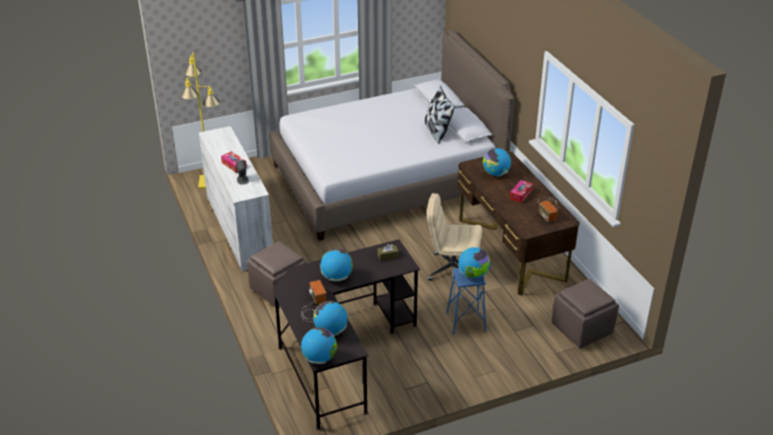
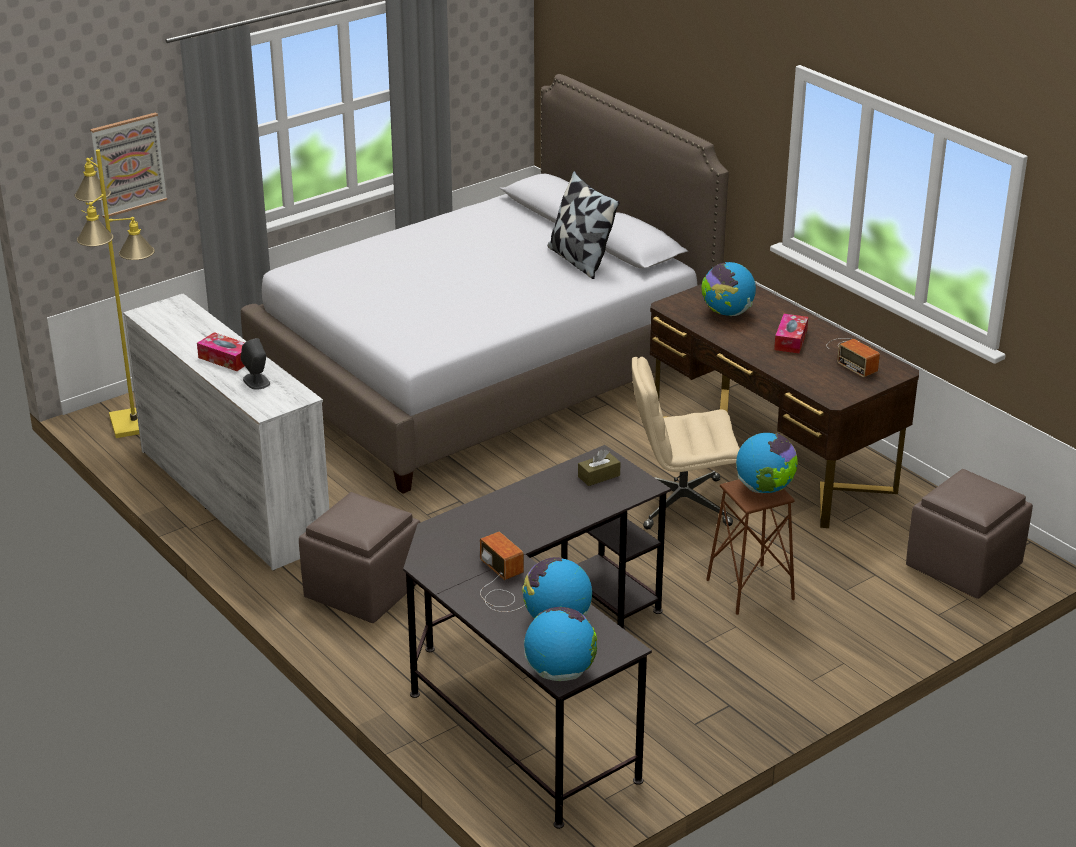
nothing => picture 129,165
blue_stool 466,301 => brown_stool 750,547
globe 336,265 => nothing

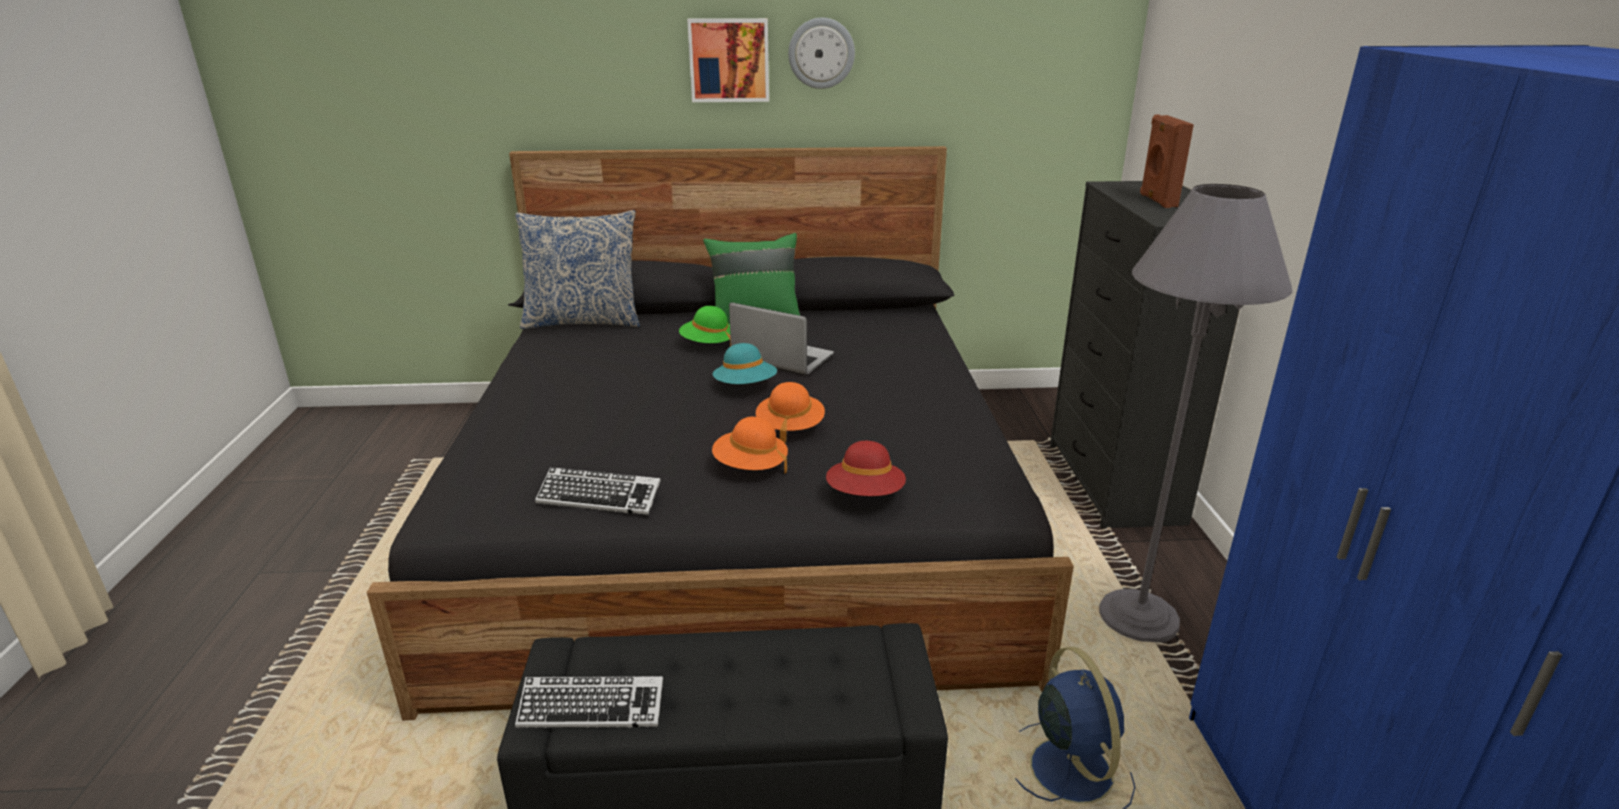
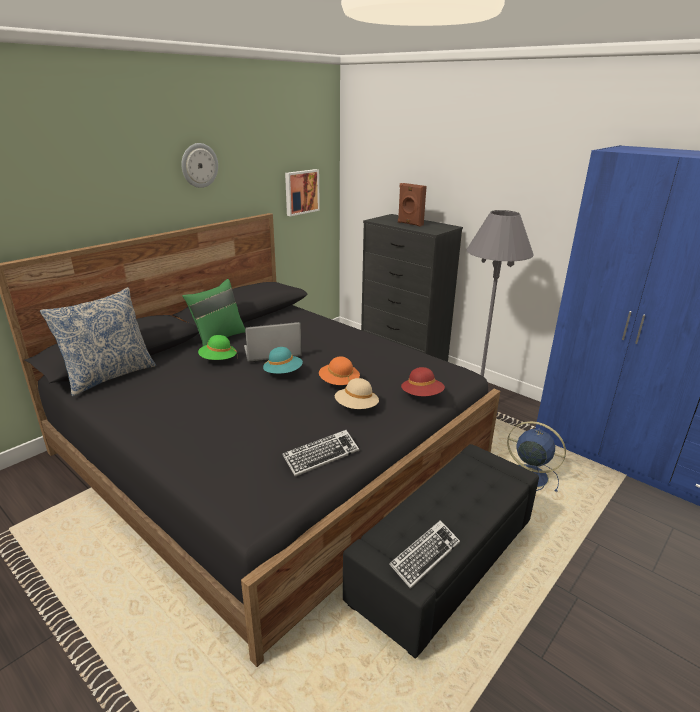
picture 728,60 => picture 302,192, relocated
orange_hat 750,445 => beige_hat 357,393

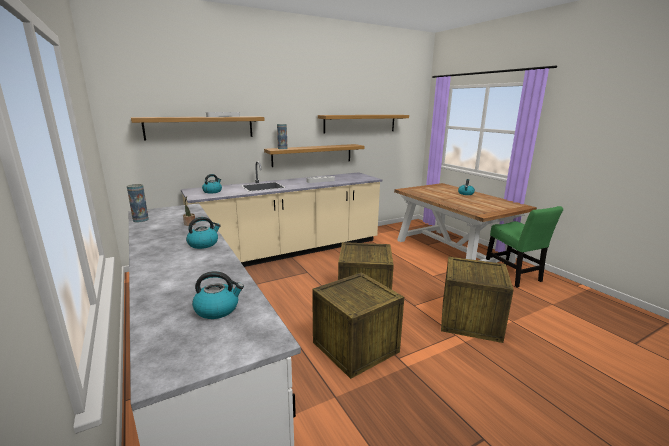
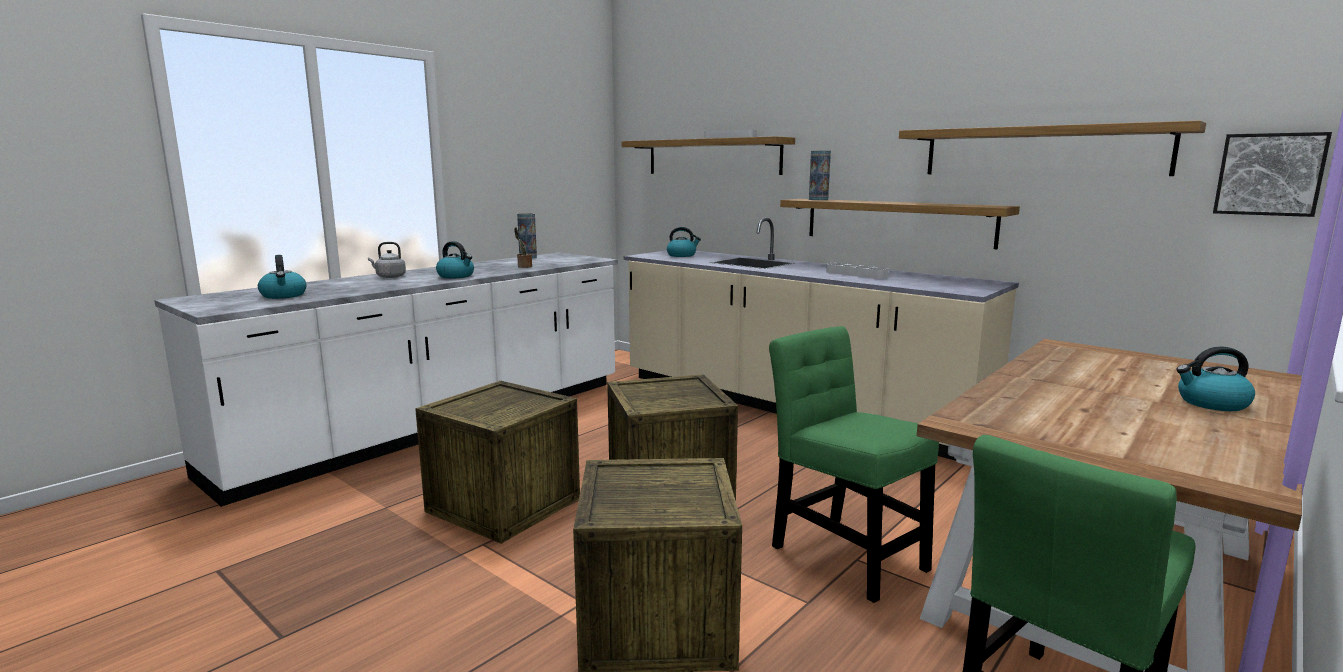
nothing => grey_kettle 387,260
nothing => green_chair 854,464
nothing => picture 1272,174

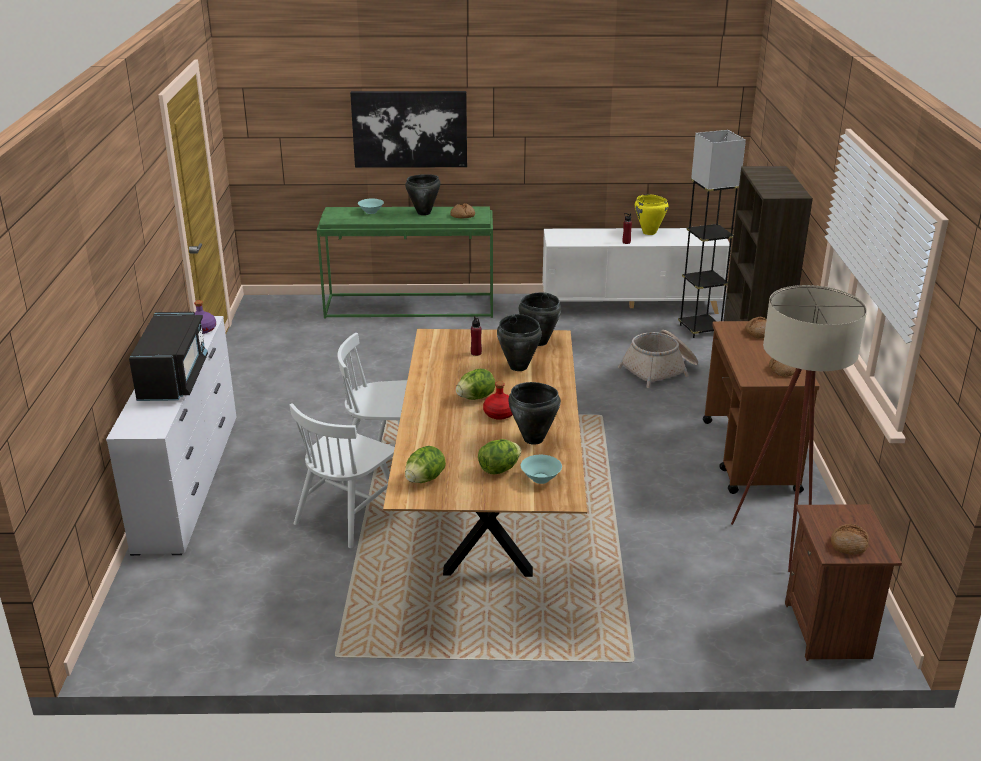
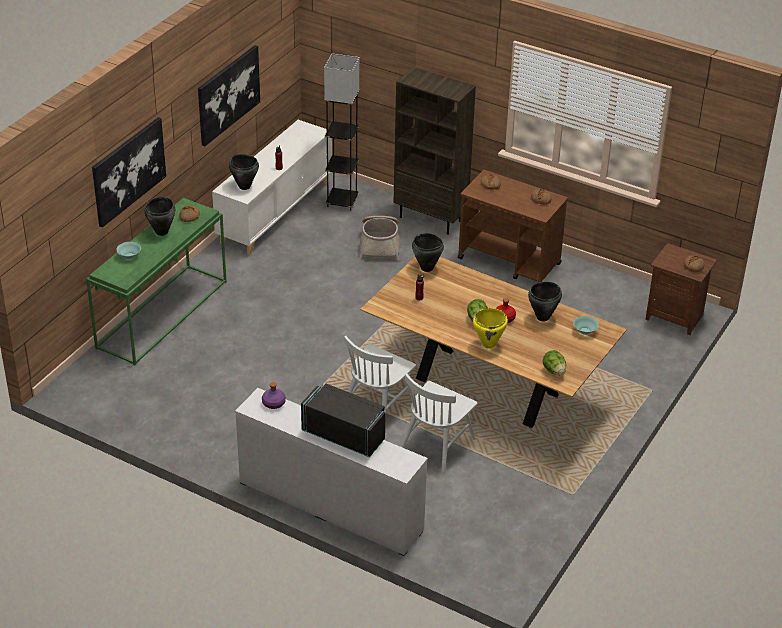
nothing => picture 229,95
black_cooking_pot 519,342 => black_cooking_pot 244,172, relocated
white_chair 342,475 => white_chair 439,423, 60 degrees clockwise
yellow_cooking_pot 651,214 => yellow_cooking_pot 490,328, relocated
lettuce 499,456 => nothing
beige_floor_lamp 799,428 => nothing

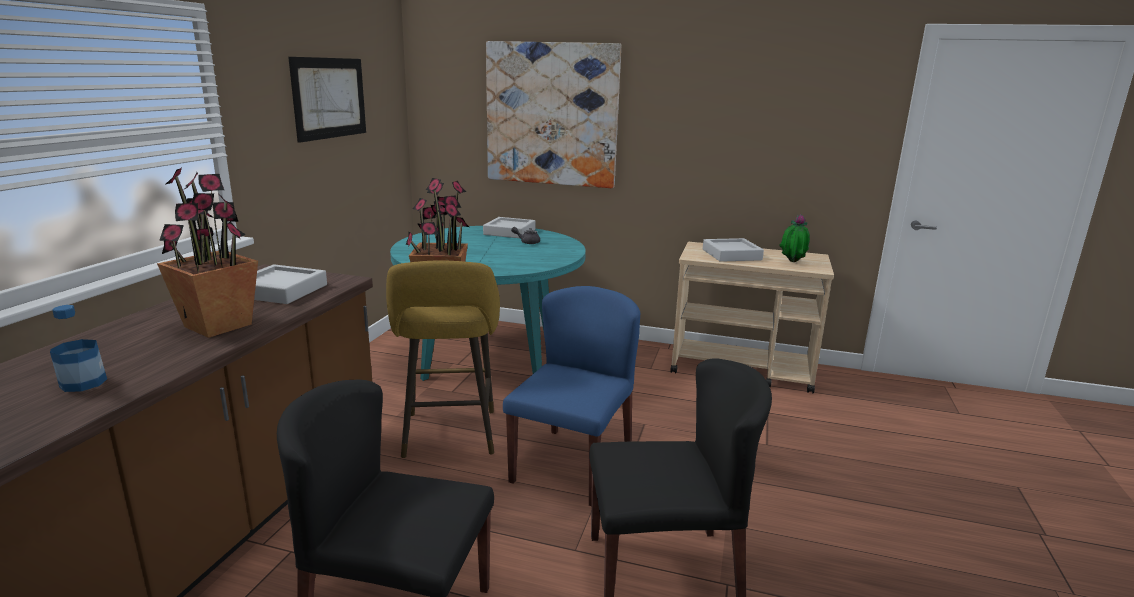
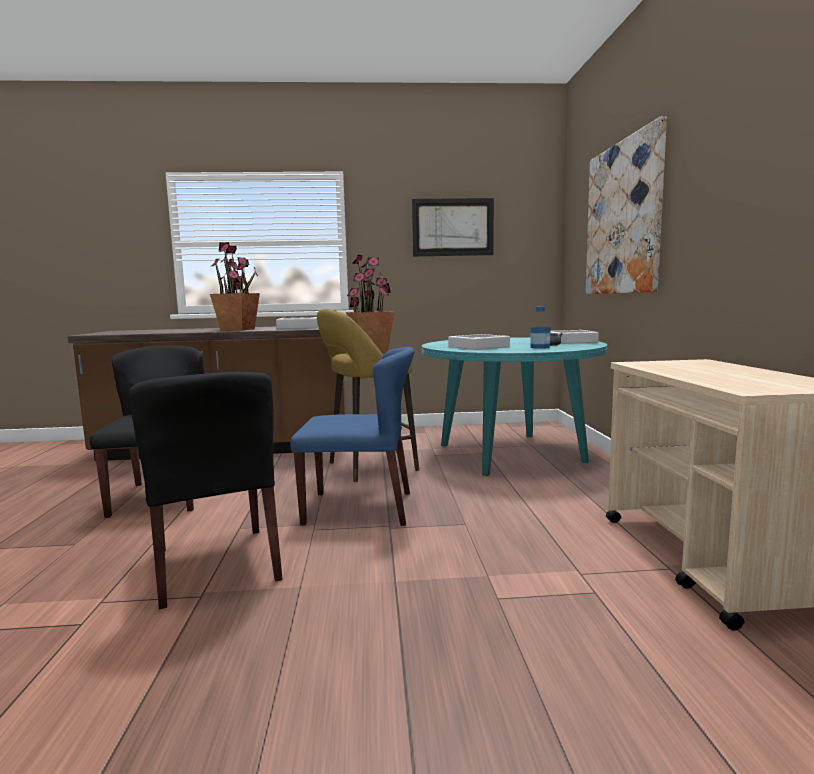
grey_tray 733,250 => grey_tray 479,342, relocated
bottle 78,348 => bottle 540,327, relocated
potted_plant 794,238 => nothing

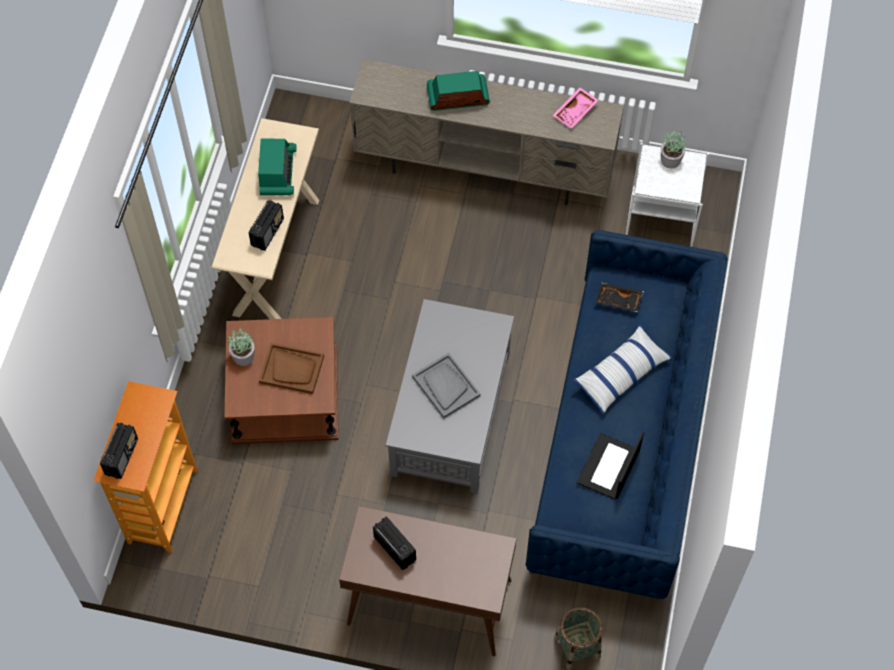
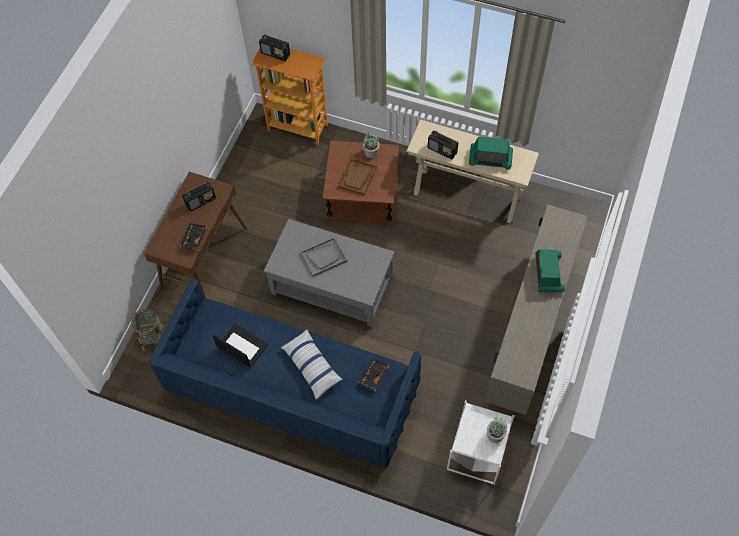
nothing => black_tray 193,236
pink_tray 575,108 => nothing

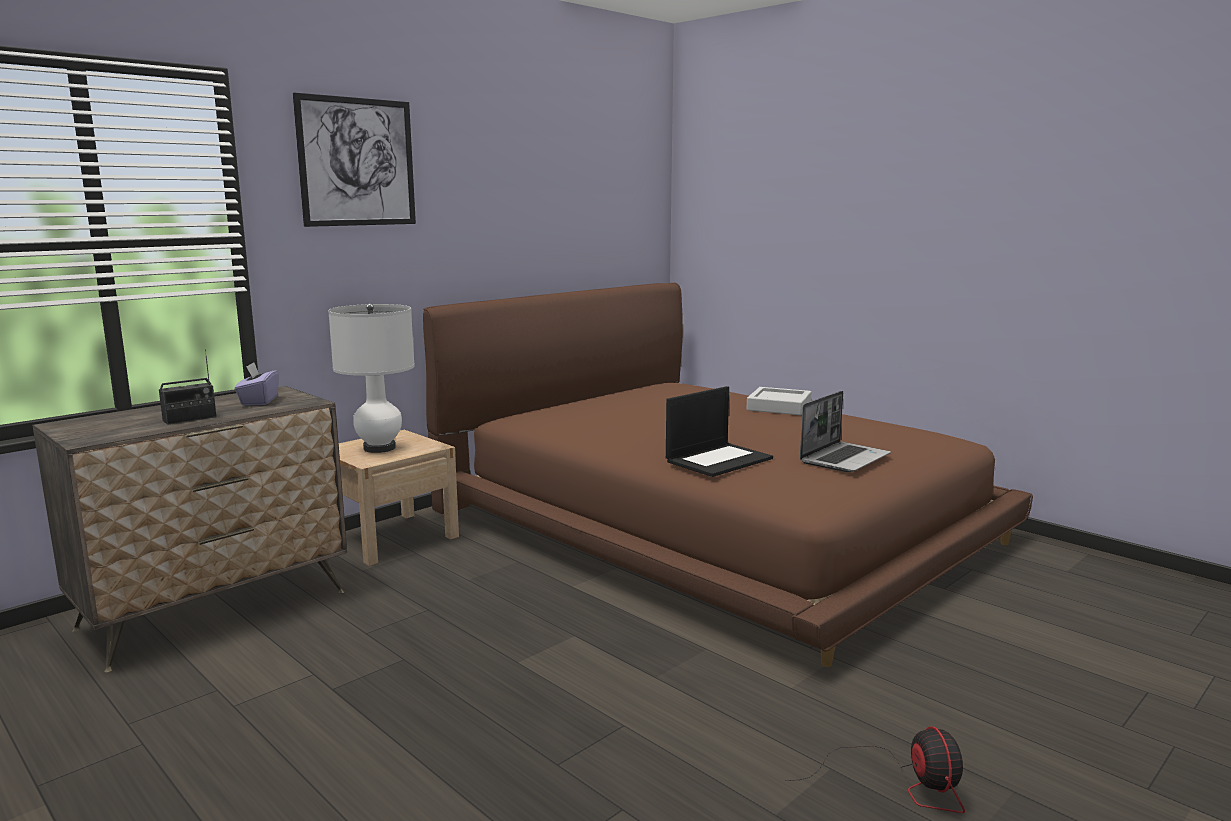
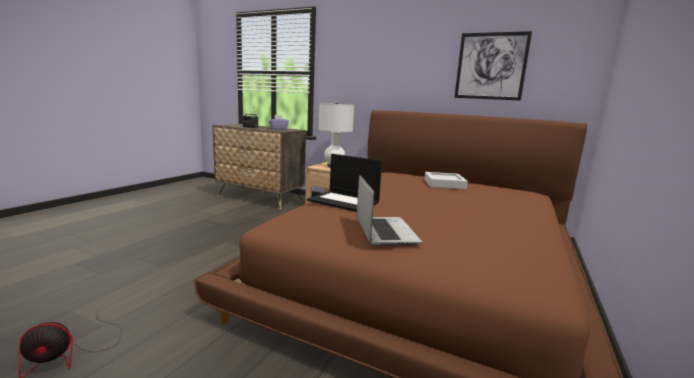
laptop 845,431 => laptop 389,210, 120 degrees counterclockwise
grey_tray 779,401 => grey_tray 446,180, relocated
picture 354,159 => picture 493,66, relocated

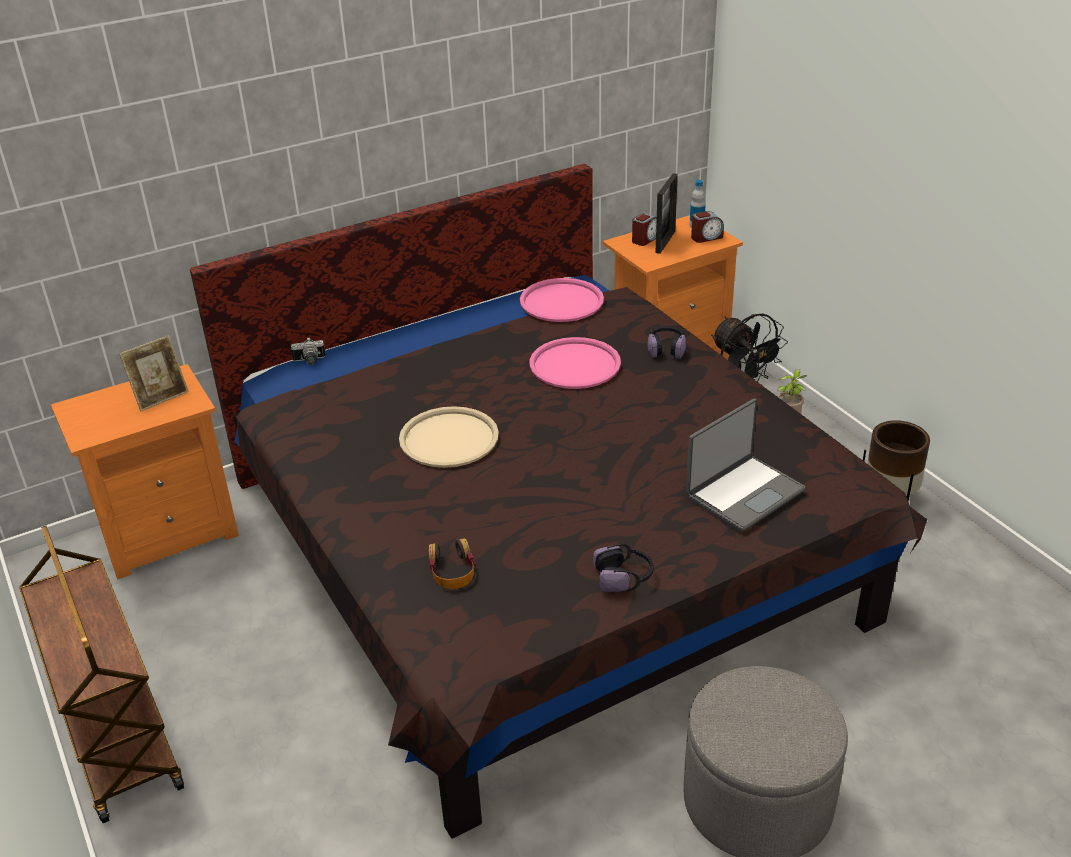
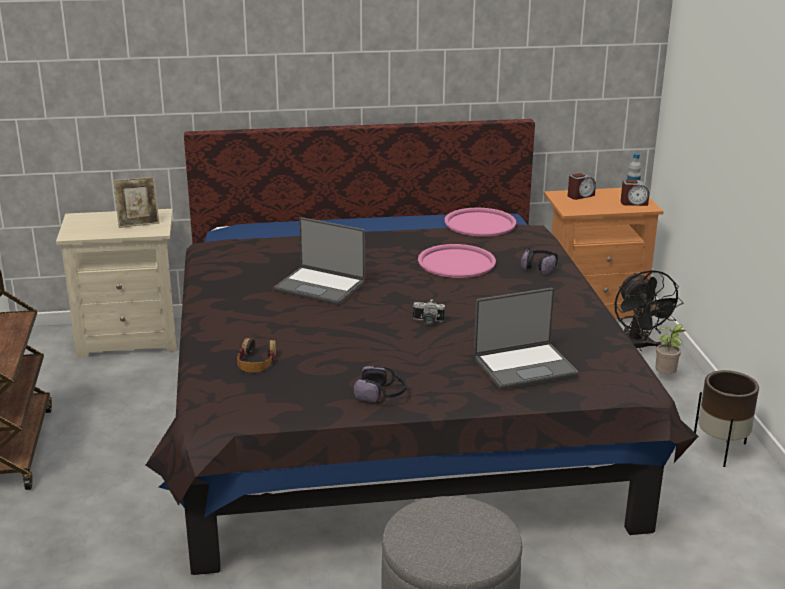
orange_nightstand 145,472 => beige_nightstand 116,283
beige_tray 449,437 => laptop 319,261
photo_camera 308,351 => photo_camera 429,312, relocated
picture_frame 666,213 => nothing

